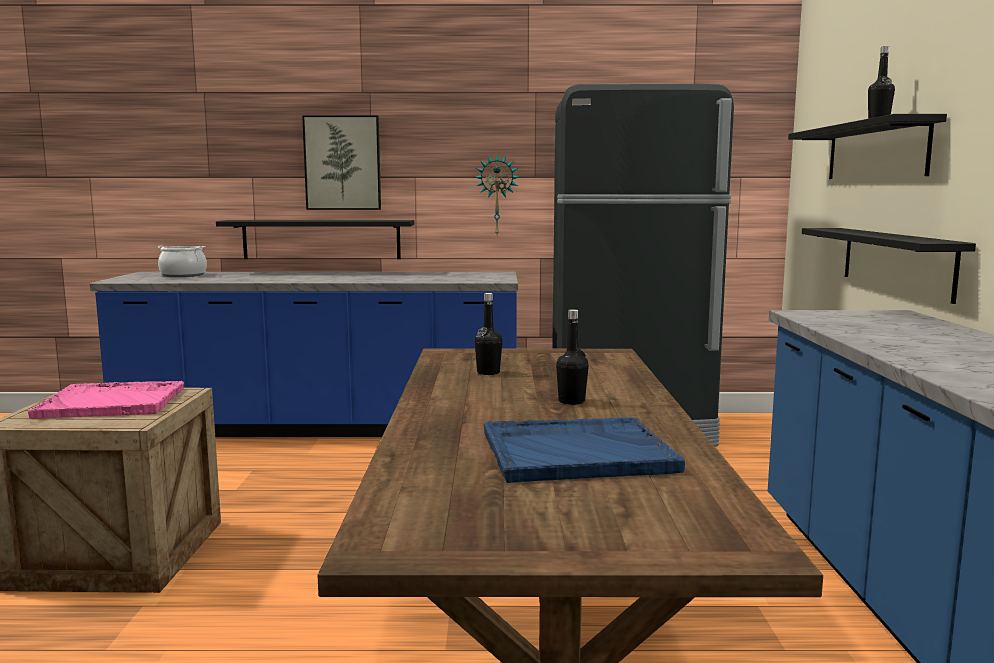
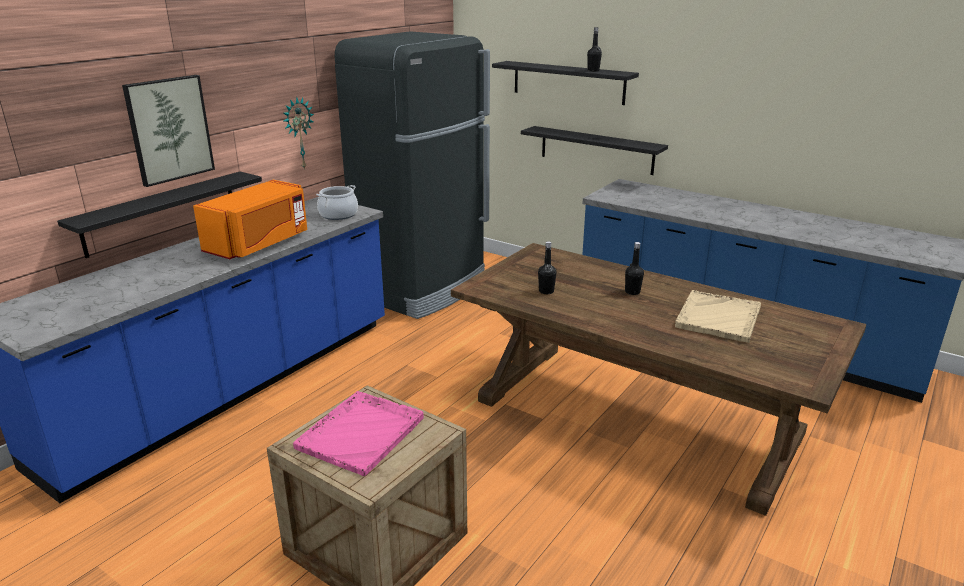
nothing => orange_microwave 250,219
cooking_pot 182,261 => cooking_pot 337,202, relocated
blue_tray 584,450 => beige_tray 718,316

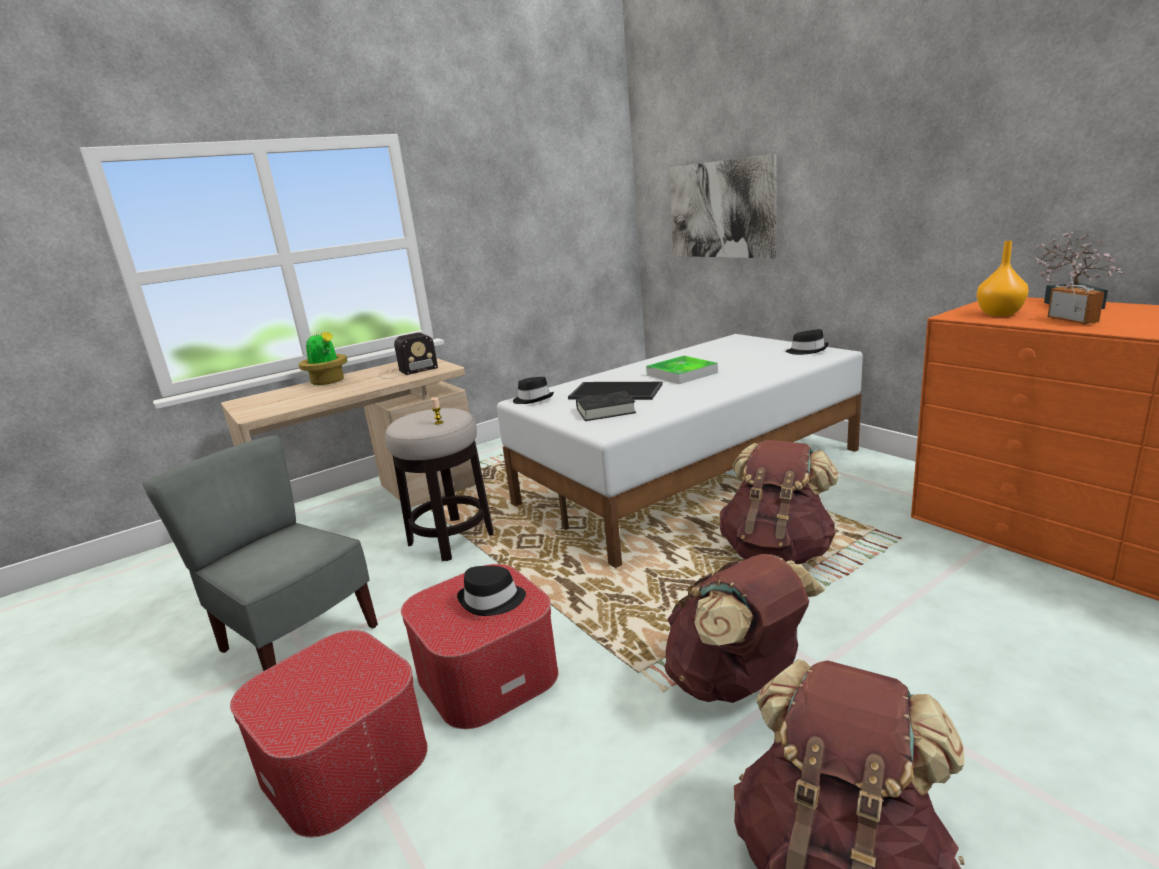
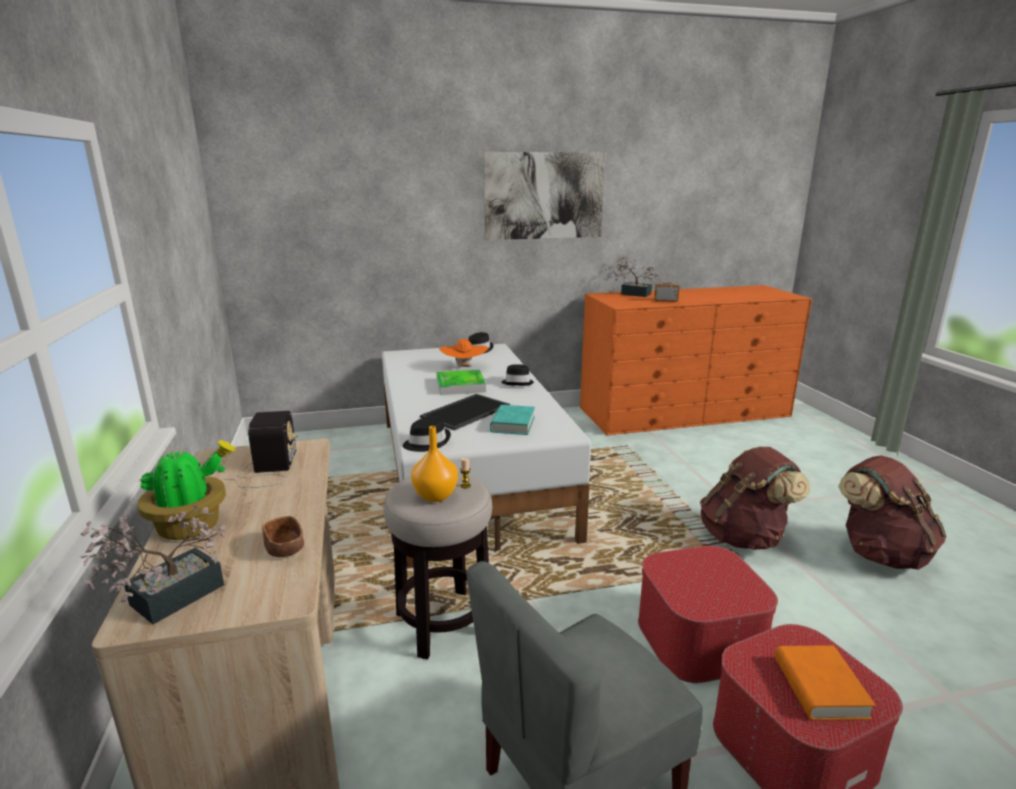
nothing => potted_plant 153,565
nothing => brown_bowl 283,536
orange_vase 1002,278 => orange_vase 434,464, relocated
nothing => orange_hat 464,353
picture 723,206 => picture 544,196, relocated
black_book 606,406 => turquoise_book 512,420
black_hat 491,591 => black_hat 517,375, relocated
nothing => orange_book 825,682
brown_backpack 779,502 => nothing

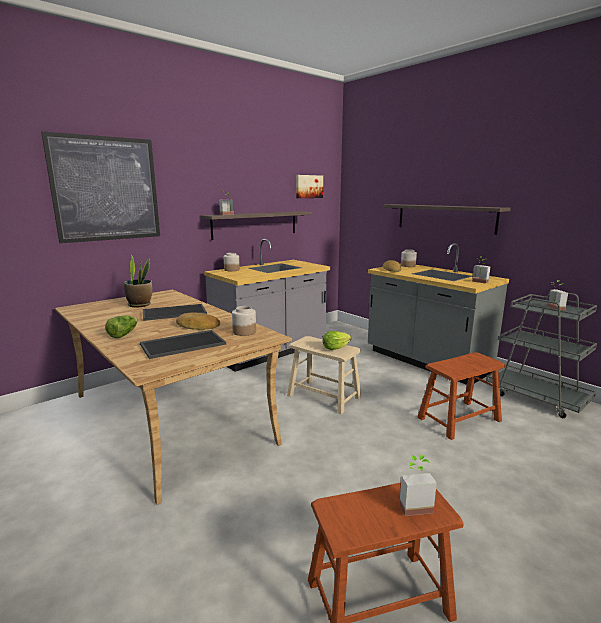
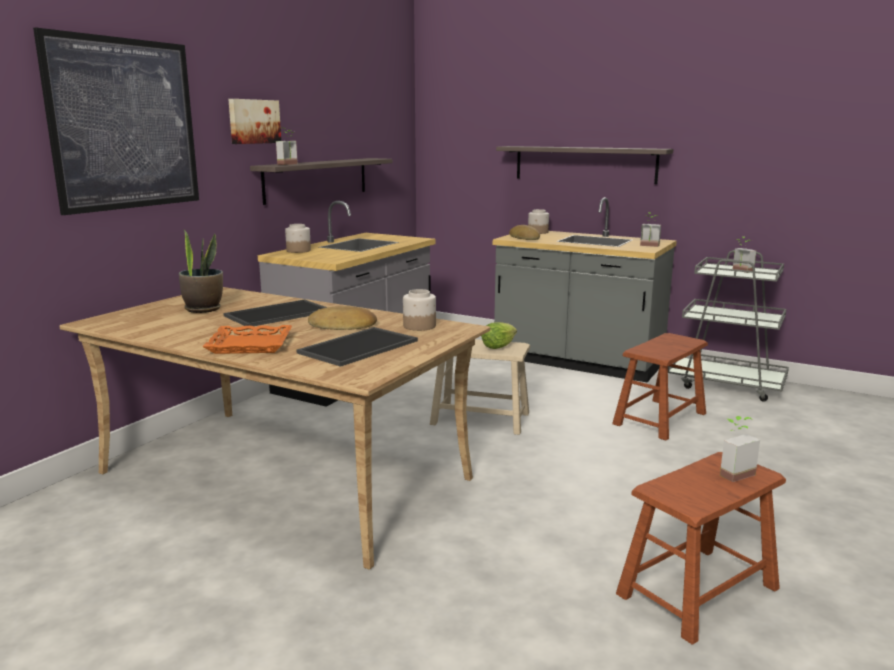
lettuce 121,327 => orange_tray 247,339
picture 309,186 => picture 254,121, relocated

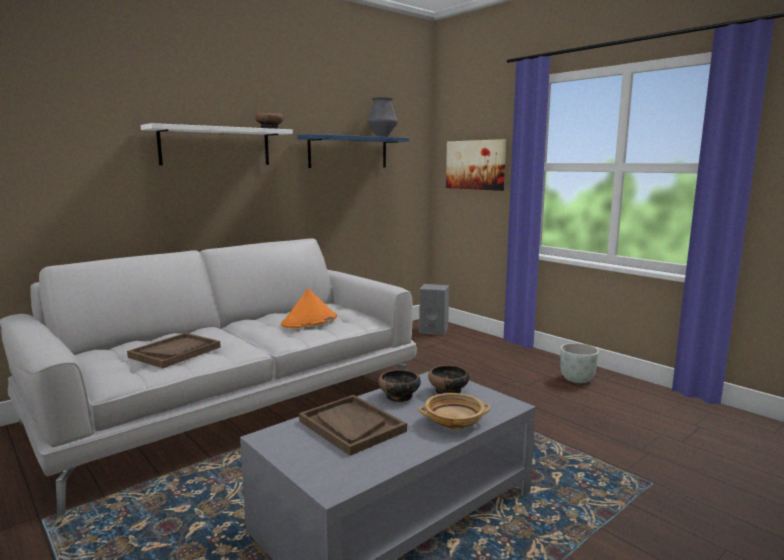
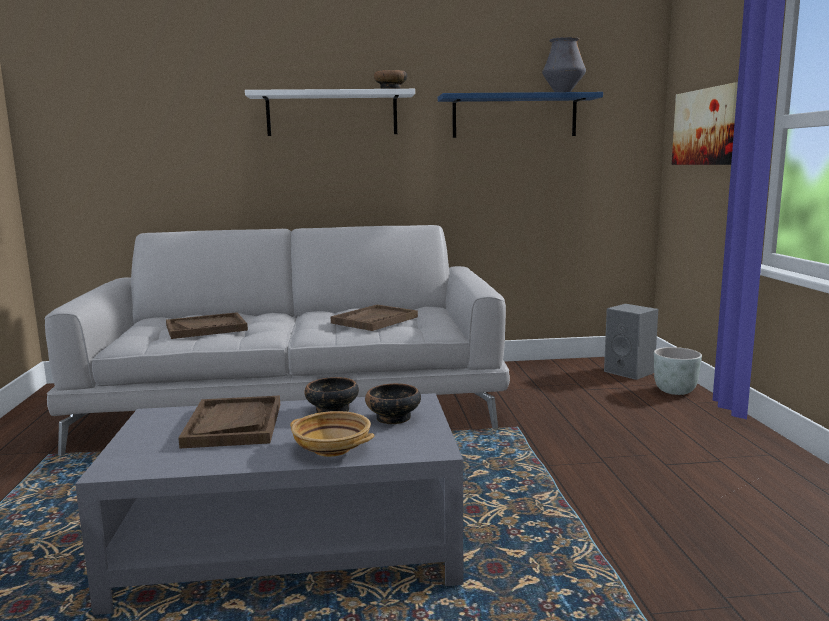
orange_hat 309,308 => brown_tray 374,318
grey_planter 579,363 => grey_planter 678,371, relocated

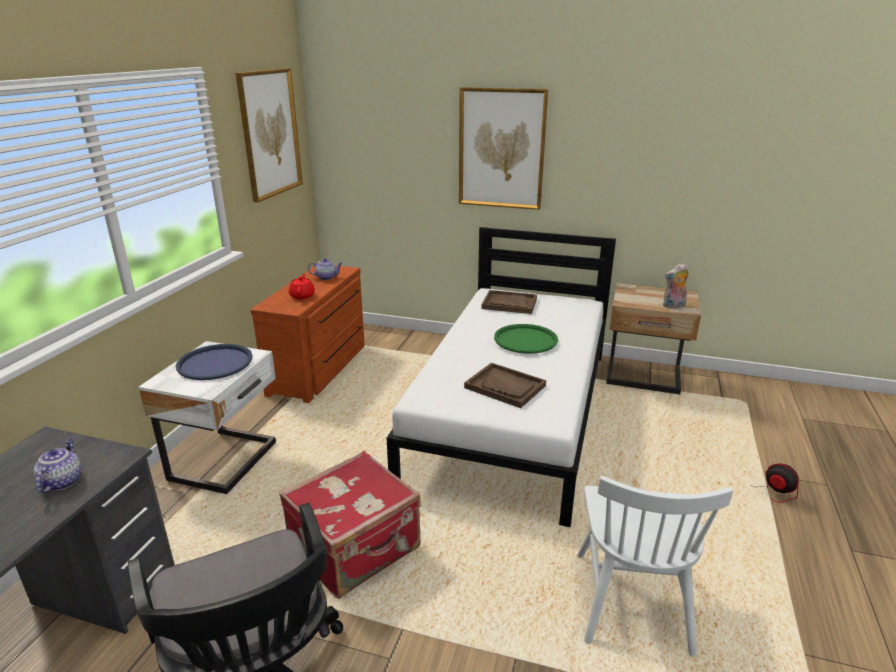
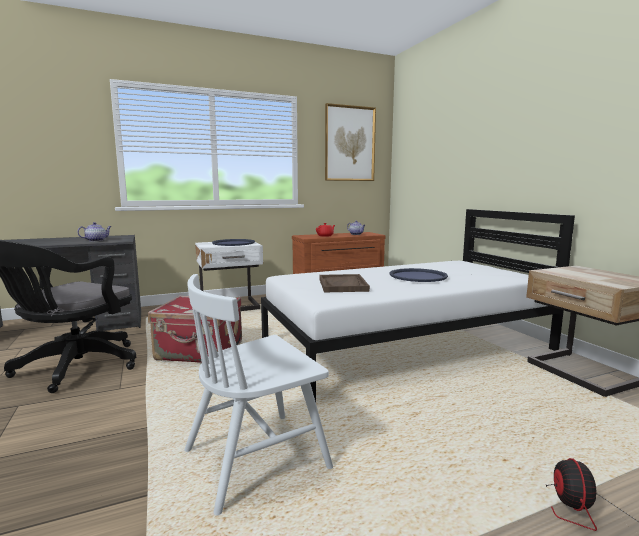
green_tray 526,339 => blue_tray 418,275
picture 503,148 => nothing
brown_tray 509,302 => nothing
plush_toy 676,286 => nothing

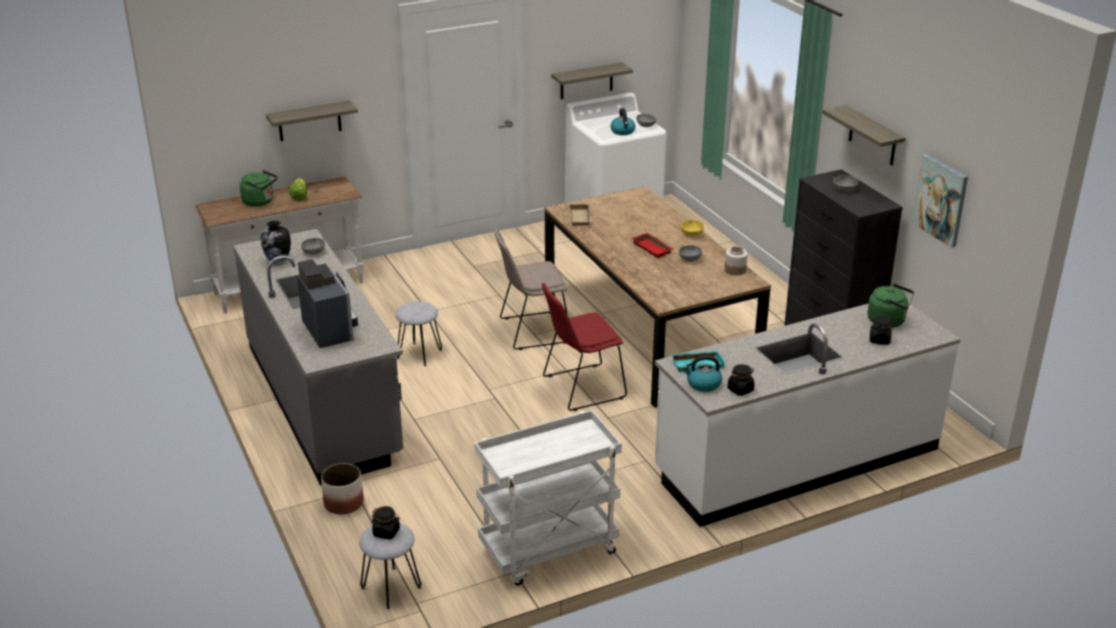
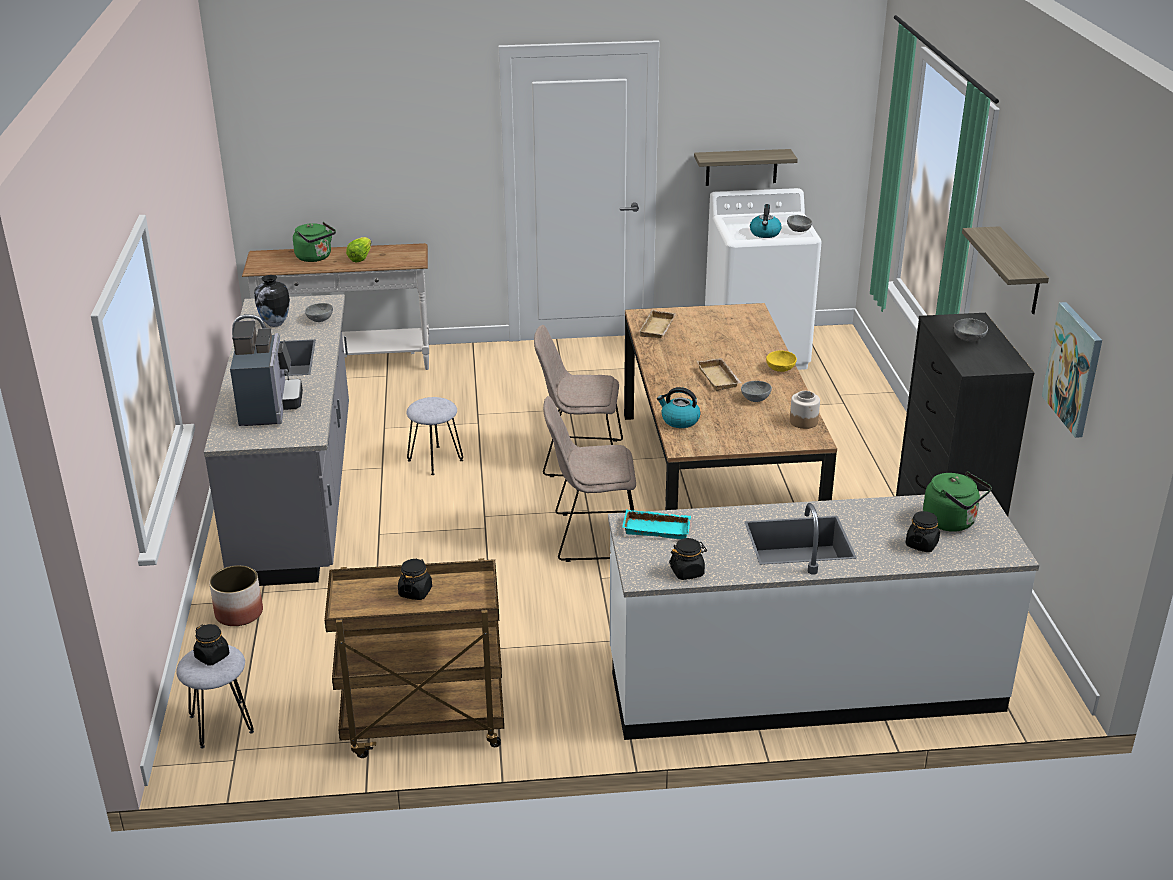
white_cart 548,498 => brown_cart 414,658
nothing => black_jar 415,579
red_chair 584,347 => beige_chair 589,479
kettle 702,373 => kettle 679,407, relocated
red_tray 653,245 => beige_tray 719,374
shelf 312,120 => nothing

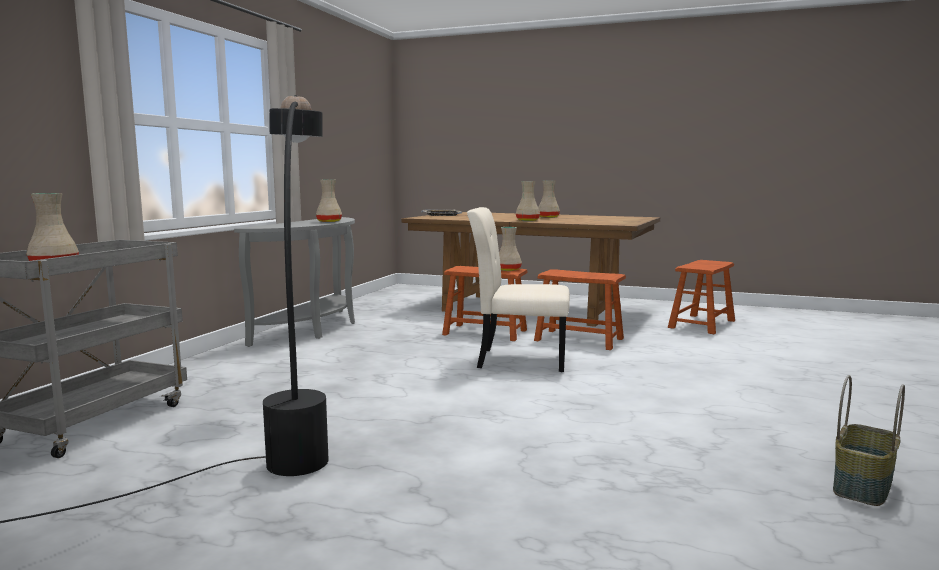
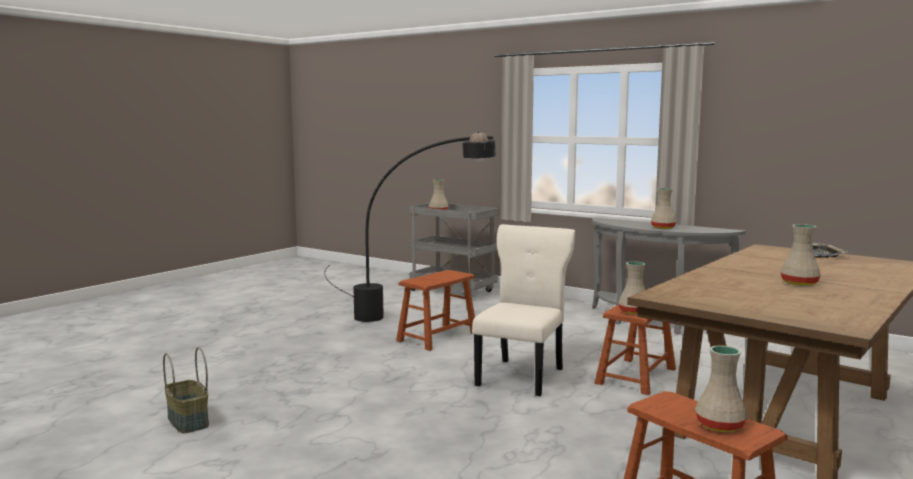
brown_stool 580,309 => brown_stool 435,310, relocated
beige_vase 528,201 => beige_vase 721,388, relocated

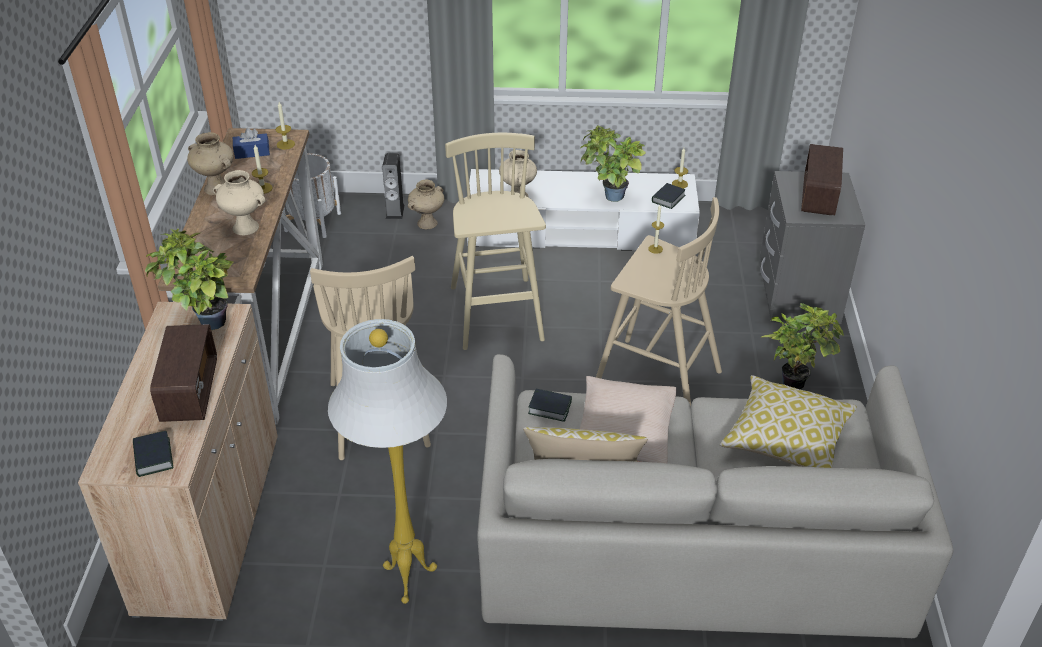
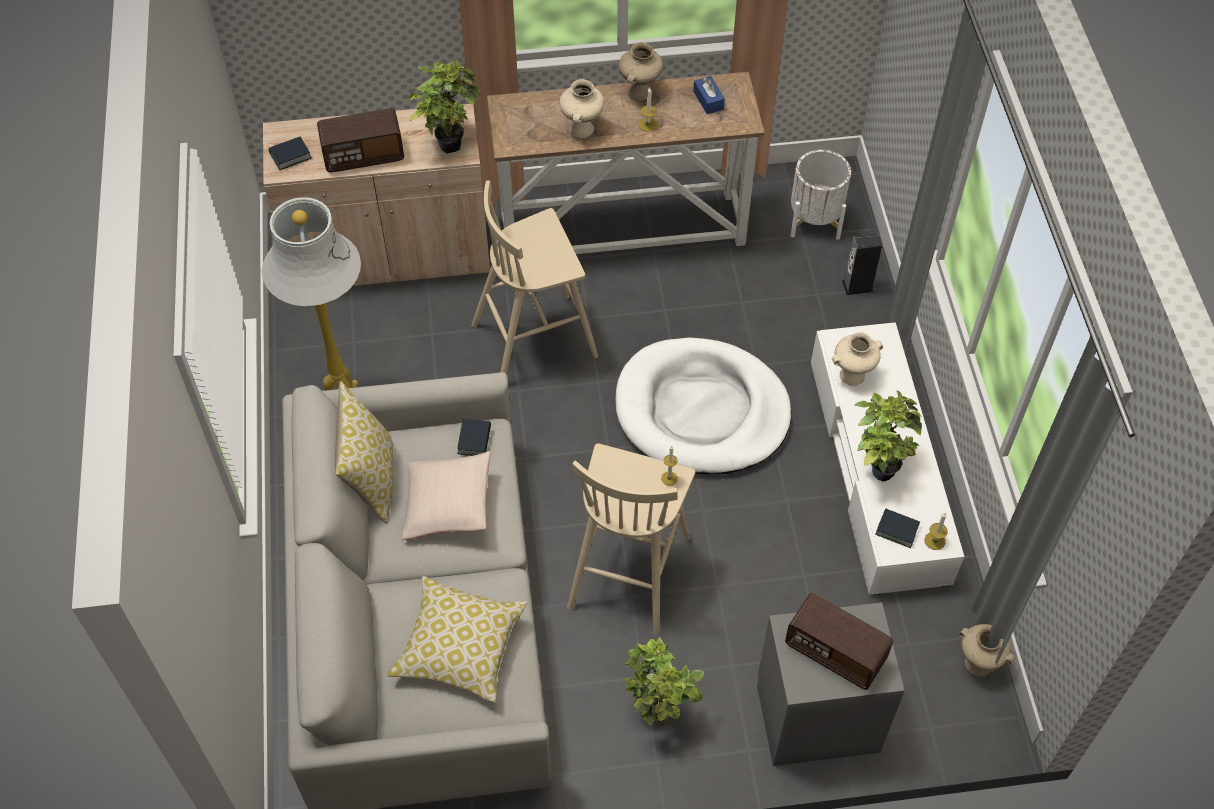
beige_stool 495,241 => white_dog_bed 703,406
radio 822,180 => radio 839,641, 150 degrees counterclockwise
beige_vase 426,204 => beige_vase 987,650, relocated
candle 285,125 => nothing

